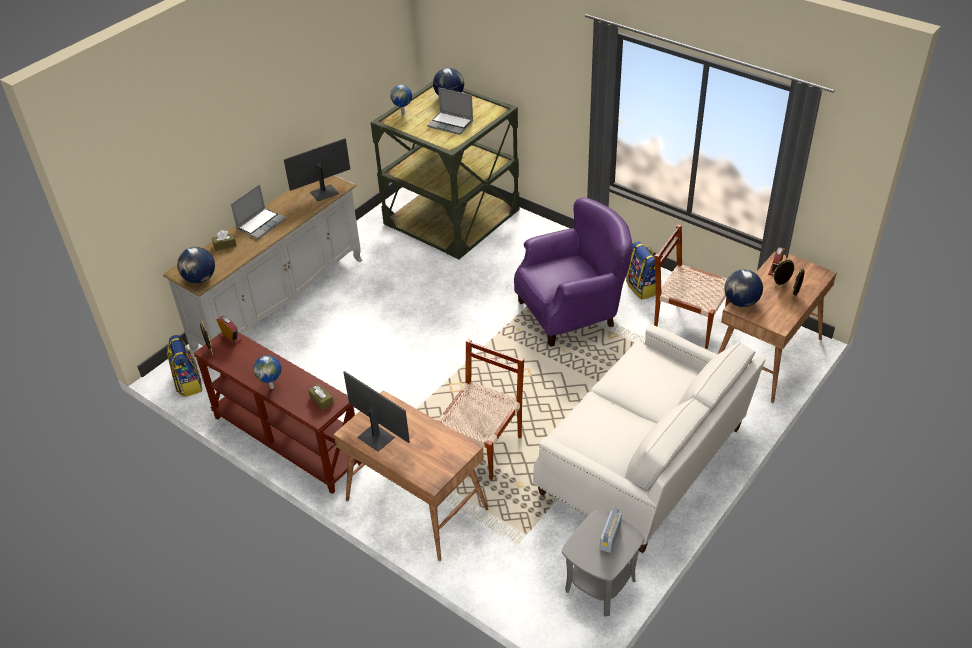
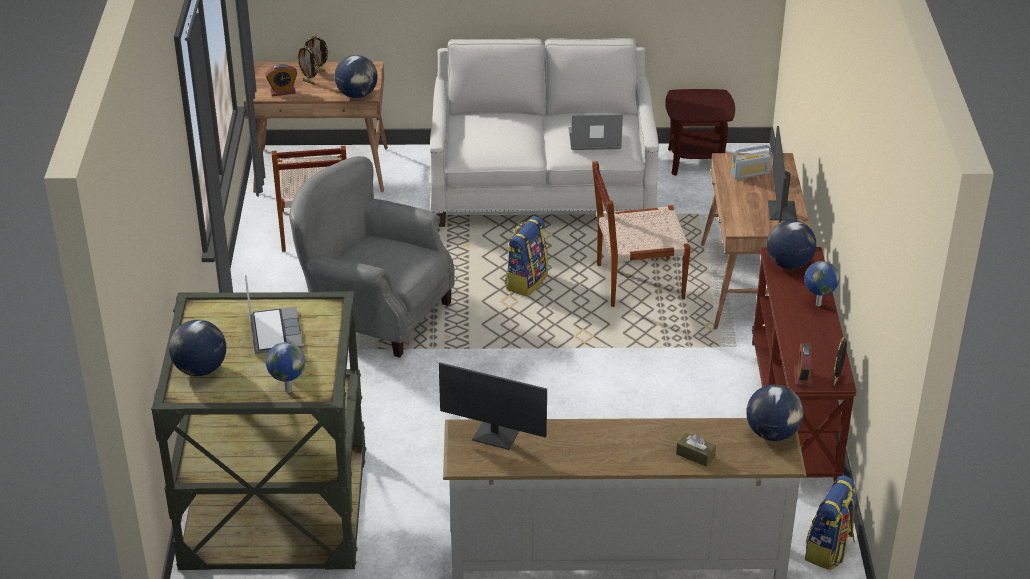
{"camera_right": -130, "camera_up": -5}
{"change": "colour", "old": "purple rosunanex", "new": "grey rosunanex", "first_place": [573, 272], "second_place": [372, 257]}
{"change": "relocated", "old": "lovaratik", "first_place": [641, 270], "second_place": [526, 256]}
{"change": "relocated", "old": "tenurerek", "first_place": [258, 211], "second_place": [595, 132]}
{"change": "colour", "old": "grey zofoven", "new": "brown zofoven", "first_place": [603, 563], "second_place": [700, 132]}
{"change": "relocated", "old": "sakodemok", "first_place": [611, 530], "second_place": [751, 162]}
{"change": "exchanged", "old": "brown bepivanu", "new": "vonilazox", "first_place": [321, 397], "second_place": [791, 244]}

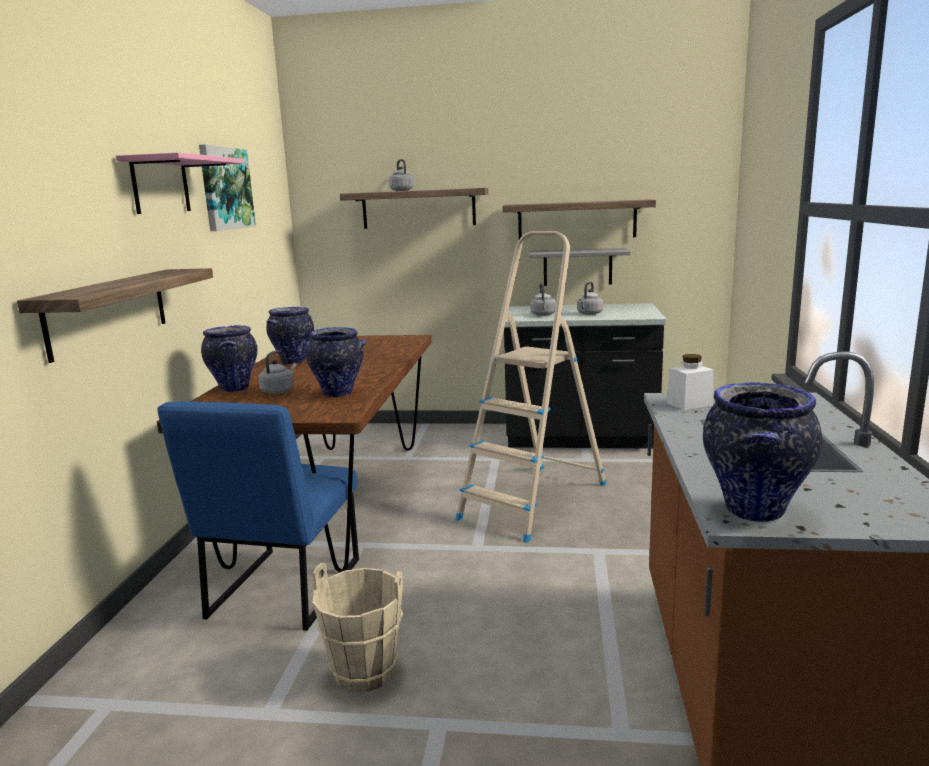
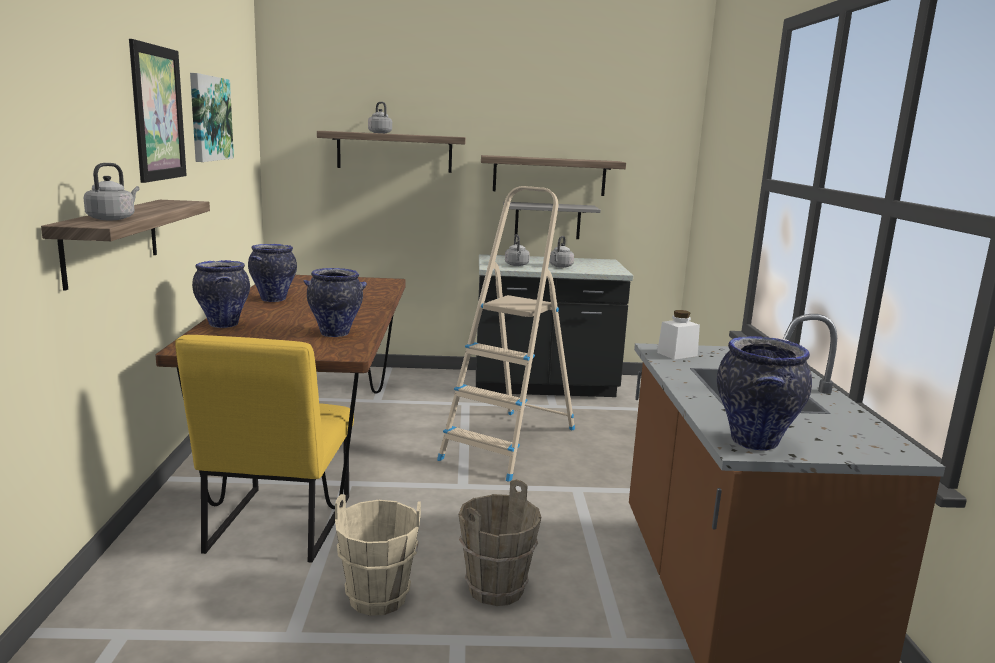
{"camera_right": -10, "camera_up": 0}
{"change": "relocated", "old": "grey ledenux", "first_place": [277, 372], "second_place": [112, 191]}
{"change": "exchanged", "old": "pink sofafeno", "new": "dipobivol", "first_place": [180, 183], "second_place": [158, 111]}
{"change": "colour", "old": "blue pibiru", "new": "yellow pibiru", "first_place": [258, 516], "second_place": [264, 449]}
{"change": "appeared", "new": "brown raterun", "second_place": [500, 543]}

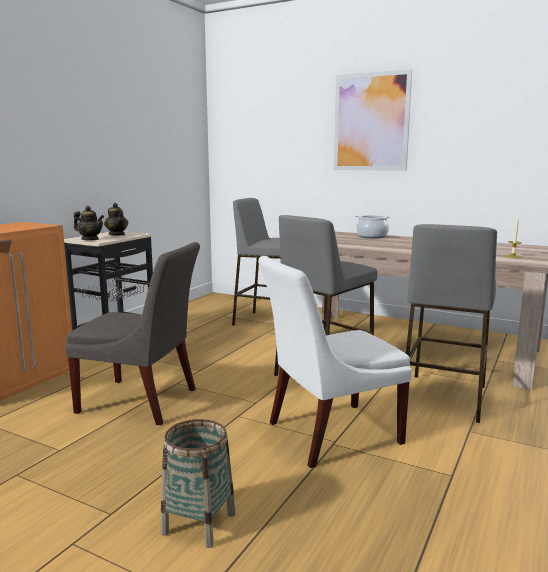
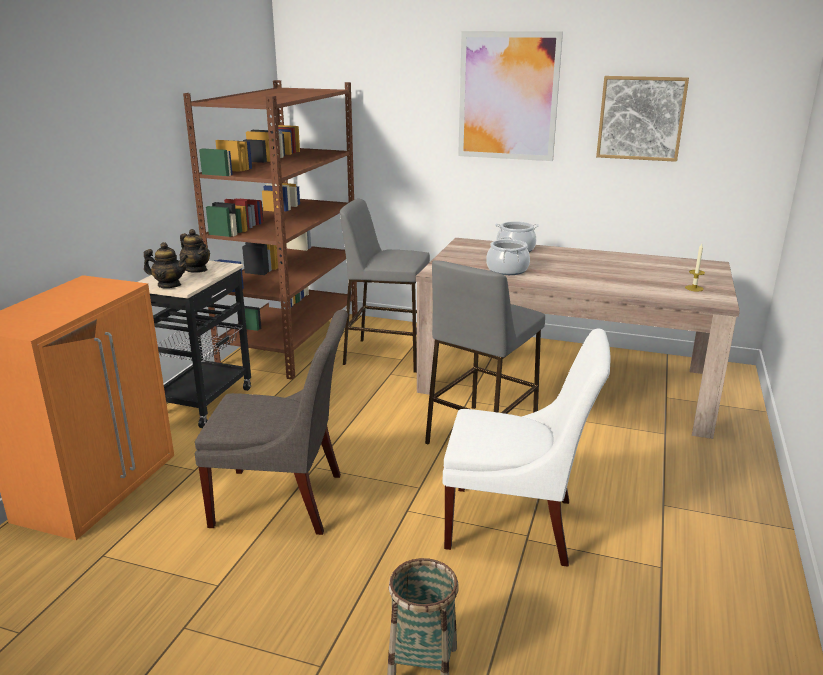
{"camera_right": -10, "camera_up": 10}
{"change": "appeared", "new": "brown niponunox", "second_place": [270, 230]}
{"change": "spun", "old": "white pibiru", "first_place": [335, 362], "second_place": [527, 447], "degrees": -135}
{"change": "appeared", "new": "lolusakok", "second_place": [508, 256]}
{"change": "appeared", "new": "dipobivol", "second_place": [642, 119]}
{"change": "missing", "old": "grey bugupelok", "first_place": [451, 323]}

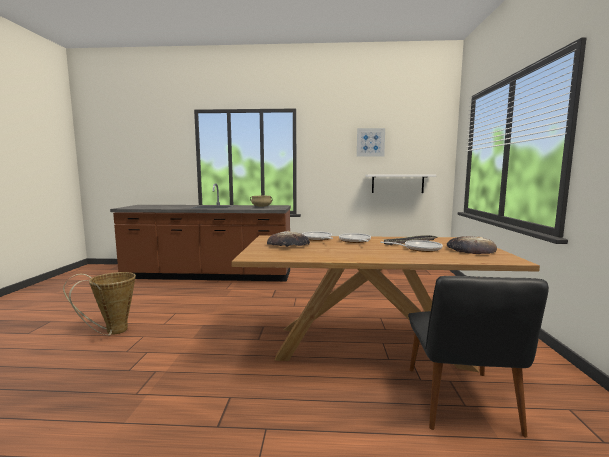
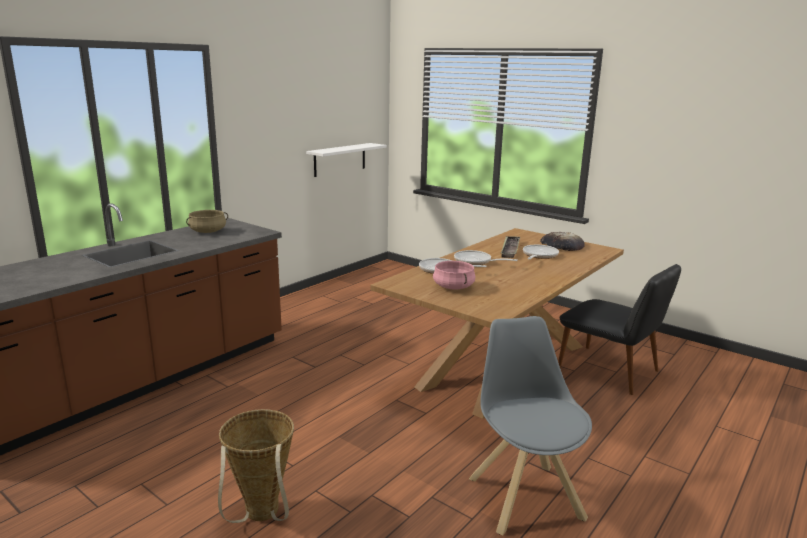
{"camera_right": -55, "camera_up": 10}
{"change": "exchanged", "old": "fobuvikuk", "new": "pink lolusakok", "first_place": [288, 239], "second_place": [454, 275]}
{"change": "appeared", "new": "grey pibiru", "second_place": [530, 426]}
{"change": "missing", "old": "dipobivol", "first_place": [371, 142]}

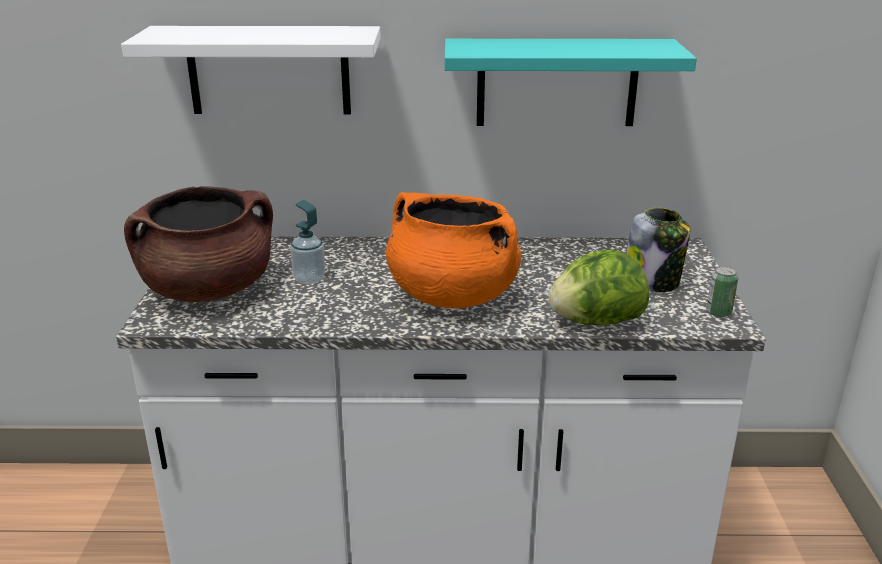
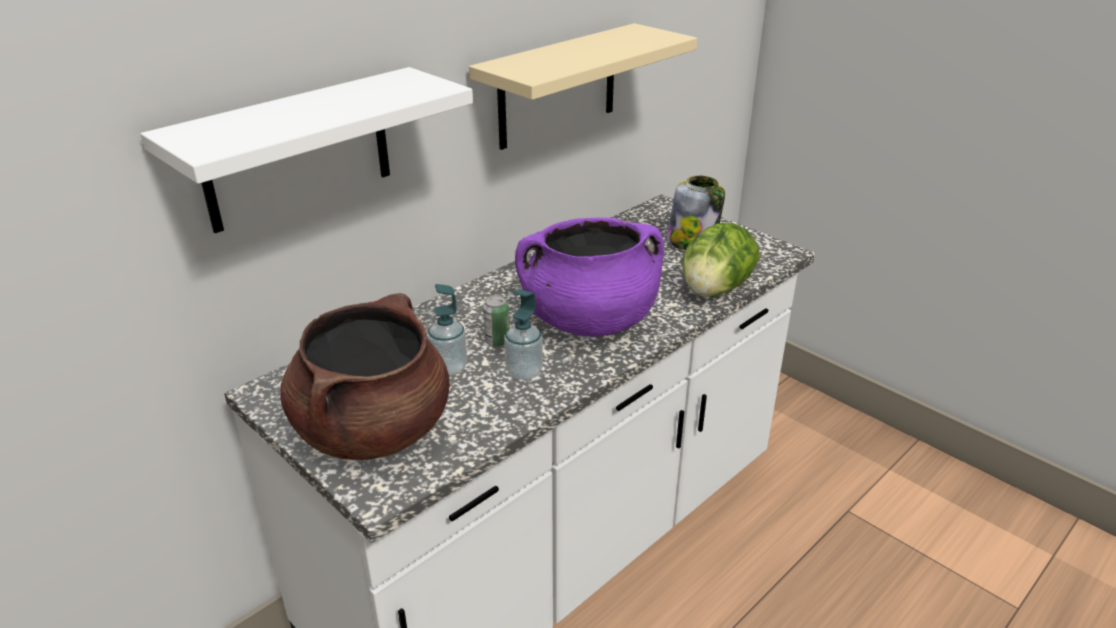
{"camera_right": -45, "camera_up": 5}
{"change": "colour", "old": "turquoise sofafeno", "new": "beige sofafeno", "first_place": [571, 82], "second_place": [583, 86]}
{"change": "relocated", "old": "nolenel", "first_place": [722, 291], "second_place": [496, 321]}
{"change": "appeared", "new": "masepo", "second_place": [523, 334]}
{"change": "colour", "old": "orange lolusakok", "new": "purple lolusakok", "first_place": [453, 250], "second_place": [589, 277]}

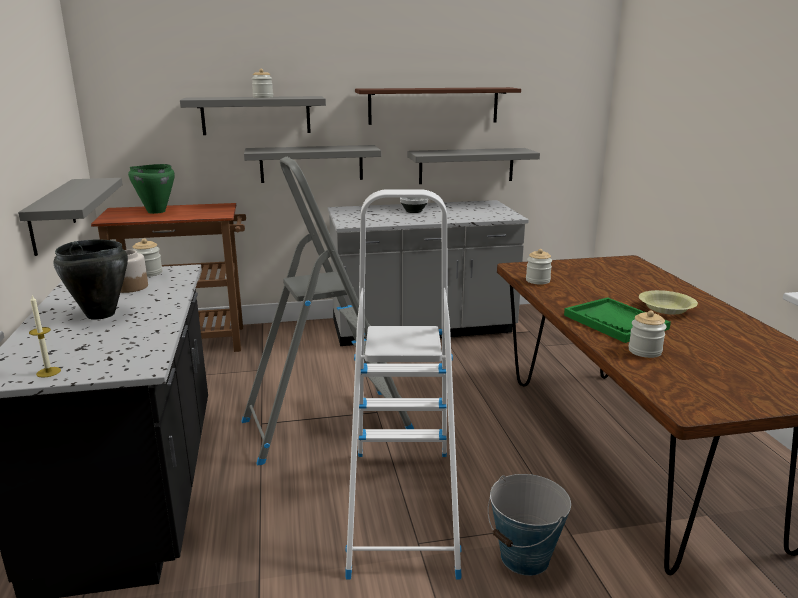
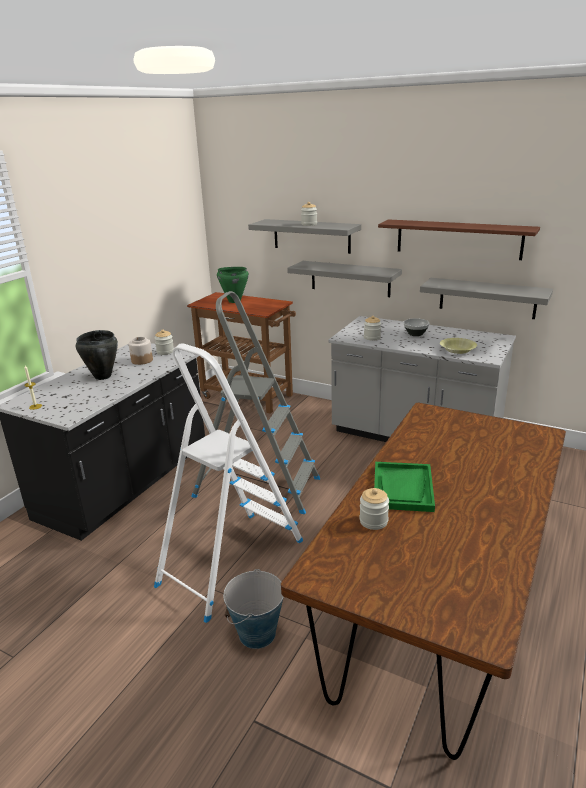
{"camera_right": 40, "camera_up": 5}
{"change": "relocated", "old": "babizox", "first_place": [539, 266], "second_place": [372, 328]}
{"change": "relocated", "old": "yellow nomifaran", "first_place": [668, 302], "second_place": [458, 346]}
{"change": "missing", "old": "grey sofafeno", "first_place": [70, 217]}

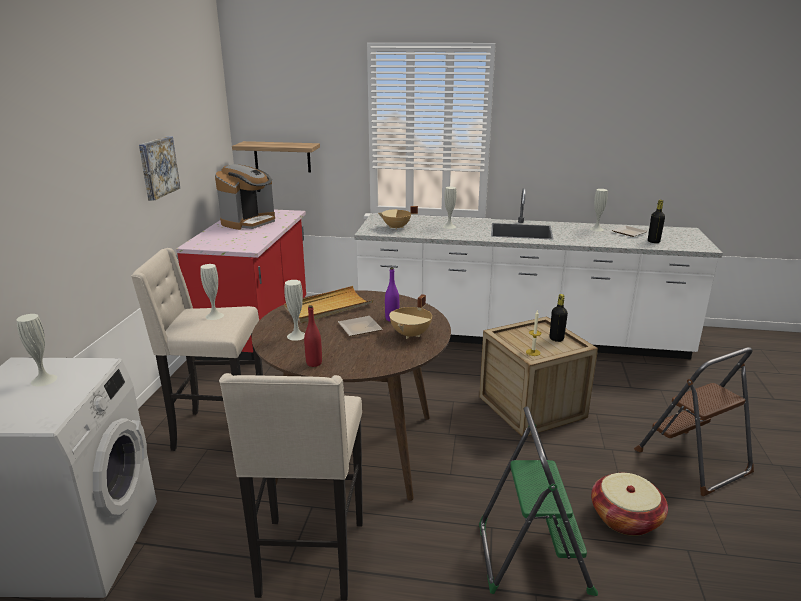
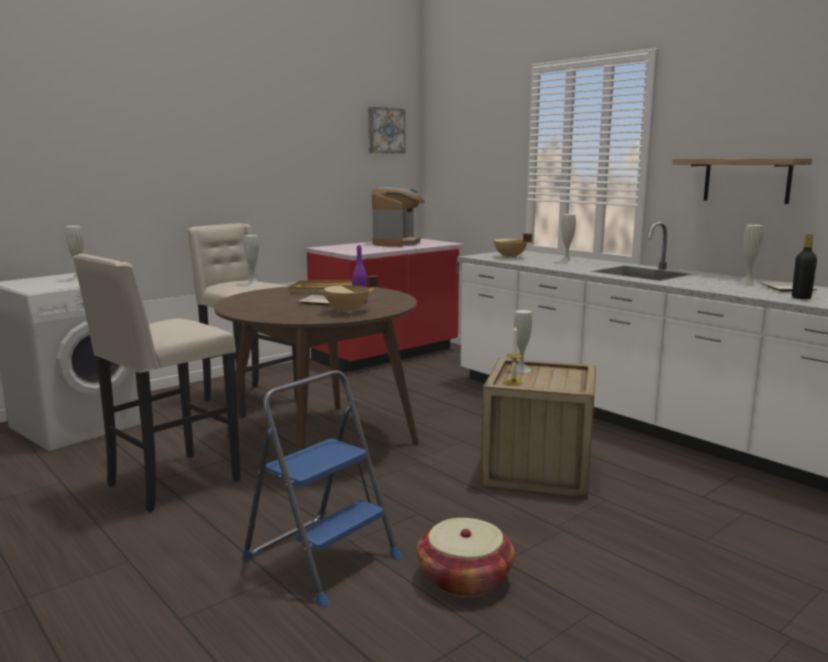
{"camera_right": 40, "camera_up": -10}
{"change": "colour", "old": "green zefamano", "new": "blue zefamano", "first_place": [538, 501], "second_place": [322, 488]}
{"change": "relocated", "old": "dipobivol", "first_place": [159, 168], "second_place": [387, 130]}
{"change": "spun", "old": "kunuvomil", "first_place": [245, 197], "second_place": [398, 217], "degrees": -60}
{"change": "relocated", "old": "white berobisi", "first_place": [294, 310], "second_place": [521, 341]}
{"change": "relocated", "old": "sofafeno", "first_place": [276, 157], "second_place": [742, 181]}
{"change": "missing", "old": "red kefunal", "first_place": [313, 336]}
{"change": "missing", "old": "black kefunal", "first_place": [559, 318]}
{"change": "missing", "old": "brown zefamano", "first_place": [694, 421]}

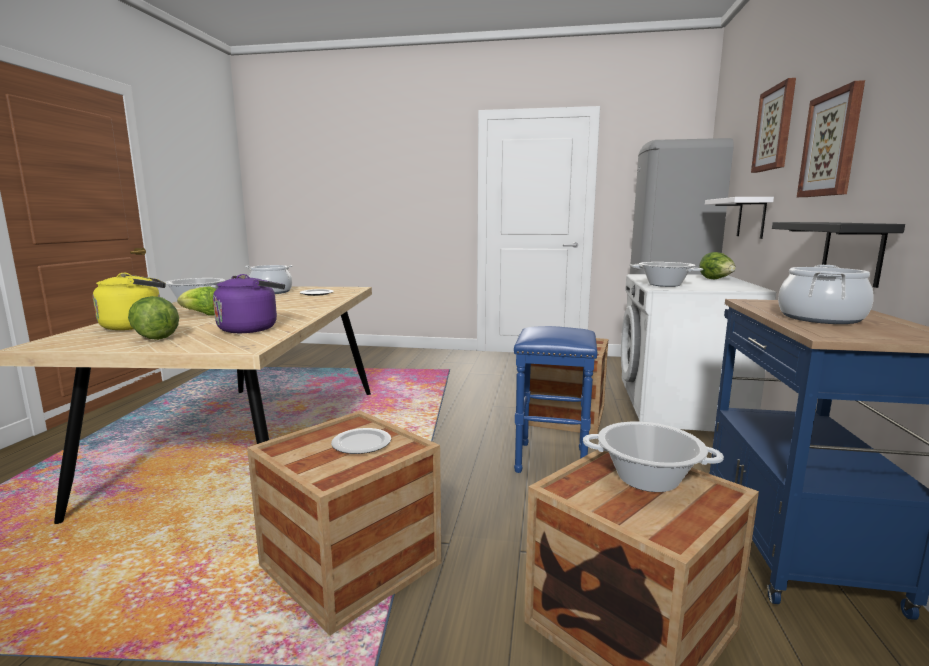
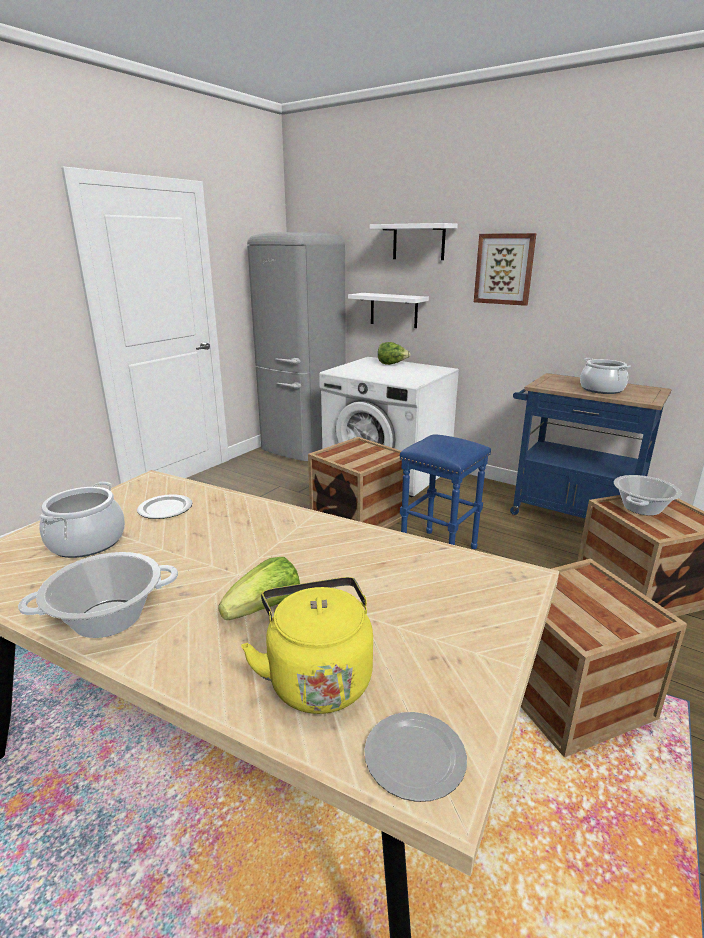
{"camera_right": -65, "camera_up": 10}
{"change": "relocated", "old": "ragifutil", "first_place": [361, 441], "second_place": [415, 757]}
{"change": "exchanged", "old": "dipobivol", "new": "white sofafeno", "first_place": [773, 125], "second_place": [414, 241]}
{"change": "missing", "old": "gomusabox", "first_place": [153, 318]}
{"change": "missing", "old": "purple ledenux", "first_place": [249, 303]}
{"change": "missing", "old": "lolusakok", "first_place": [667, 274]}
{"change": "missing", "old": "black sofafeno", "first_place": [838, 255]}

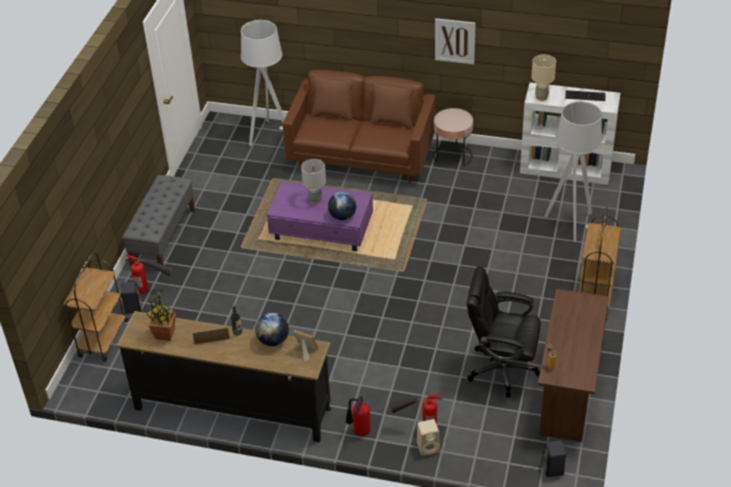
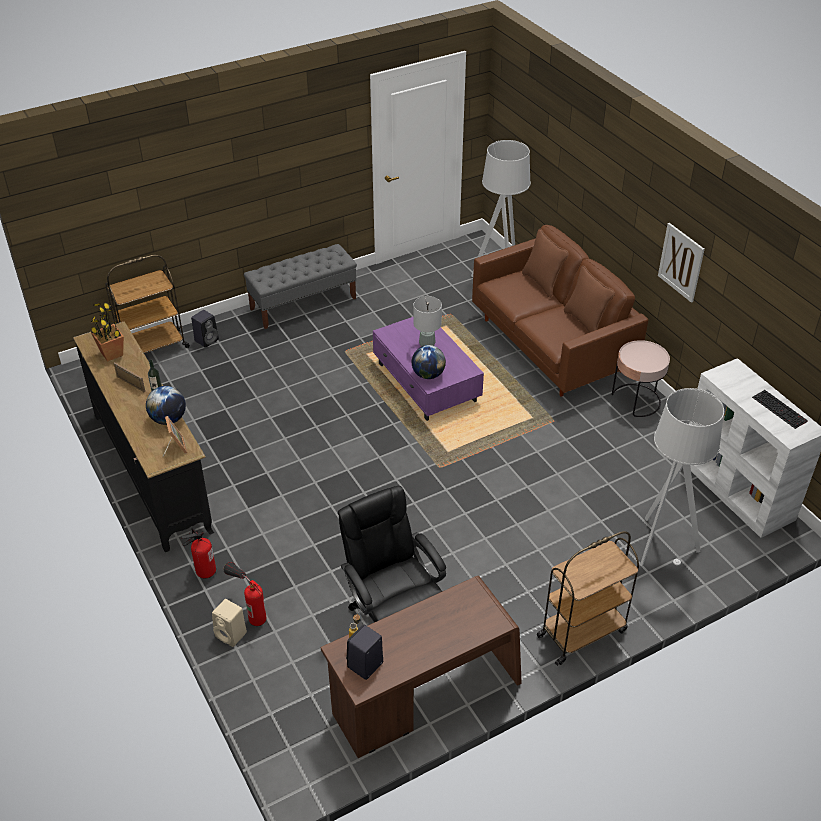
{"camera_right": 45, "camera_up": 0}
{"change": "relocated", "old": "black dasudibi", "first_place": [554, 458], "second_place": [364, 652]}
{"change": "missing", "old": "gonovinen", "first_place": [149, 274]}
{"change": "missing", "old": "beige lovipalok", "first_place": [543, 77]}

